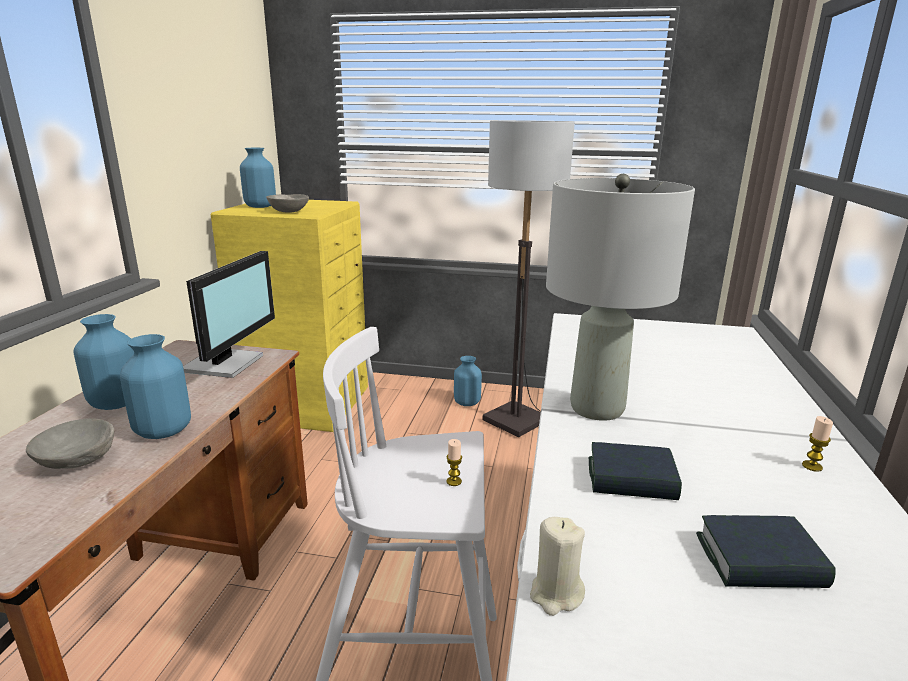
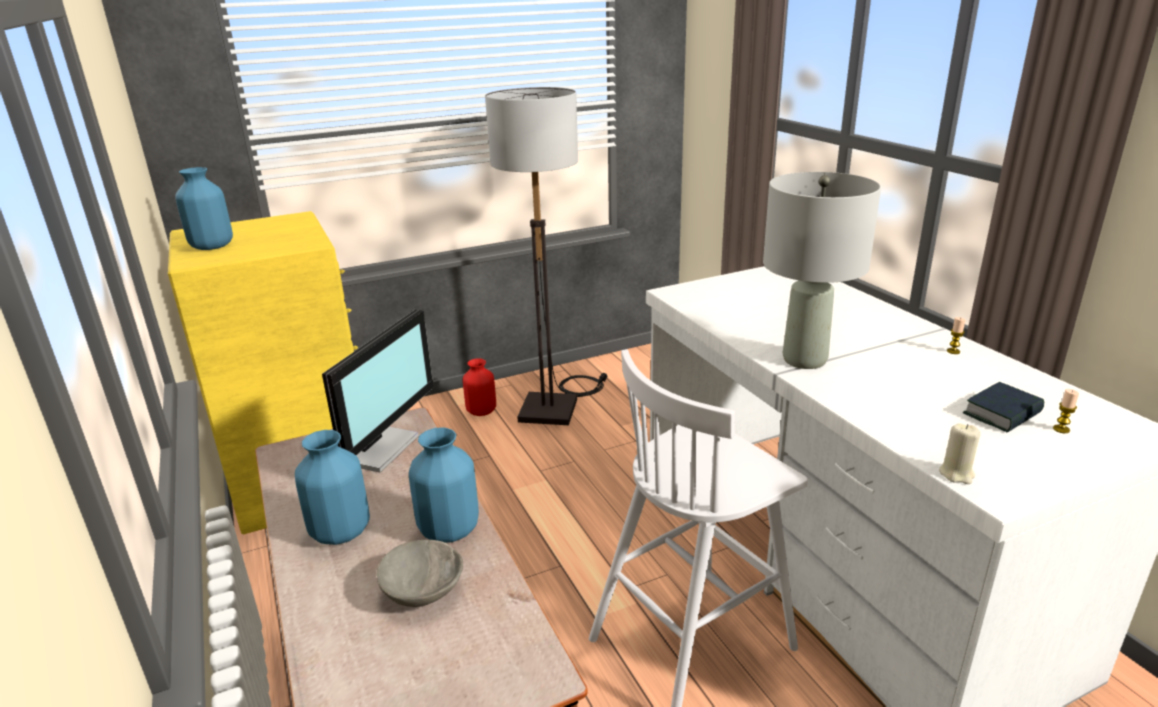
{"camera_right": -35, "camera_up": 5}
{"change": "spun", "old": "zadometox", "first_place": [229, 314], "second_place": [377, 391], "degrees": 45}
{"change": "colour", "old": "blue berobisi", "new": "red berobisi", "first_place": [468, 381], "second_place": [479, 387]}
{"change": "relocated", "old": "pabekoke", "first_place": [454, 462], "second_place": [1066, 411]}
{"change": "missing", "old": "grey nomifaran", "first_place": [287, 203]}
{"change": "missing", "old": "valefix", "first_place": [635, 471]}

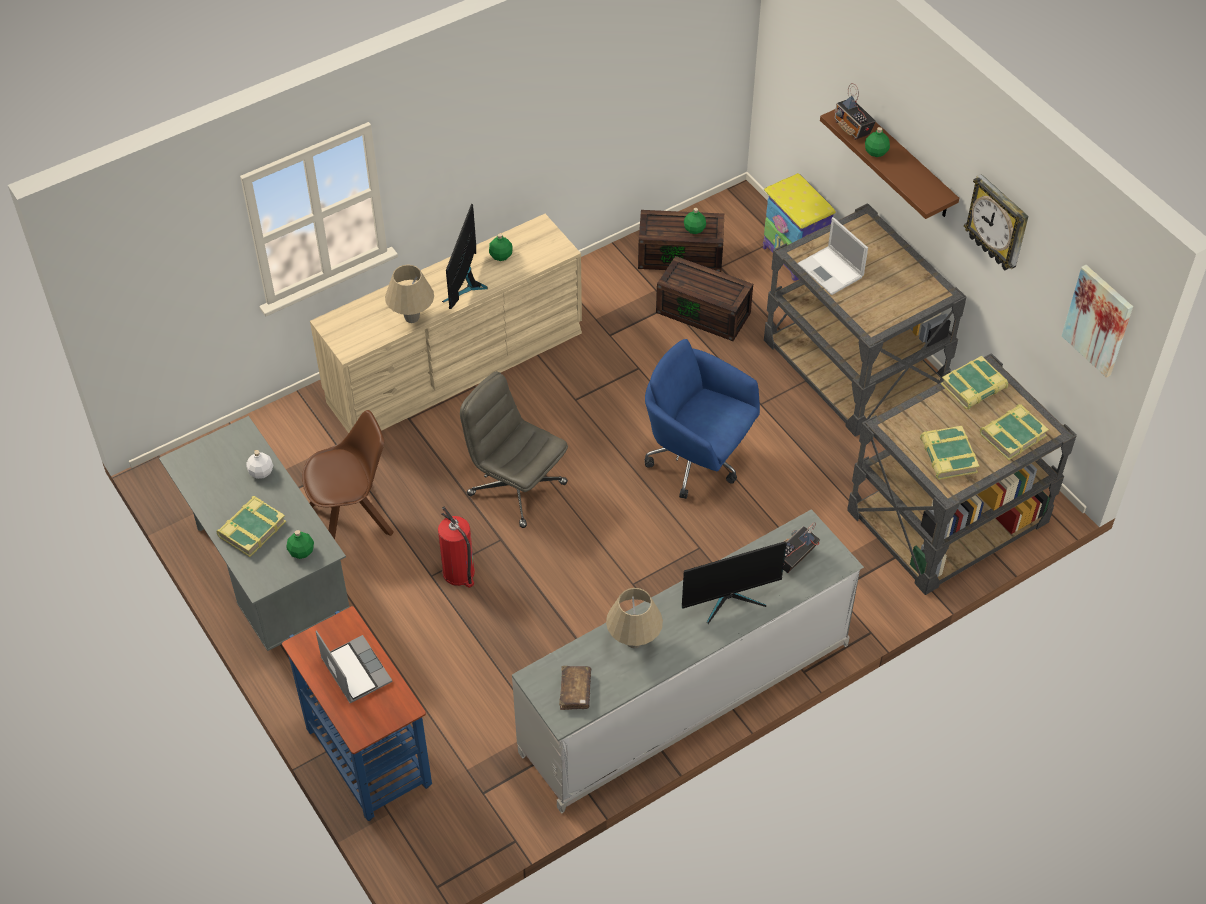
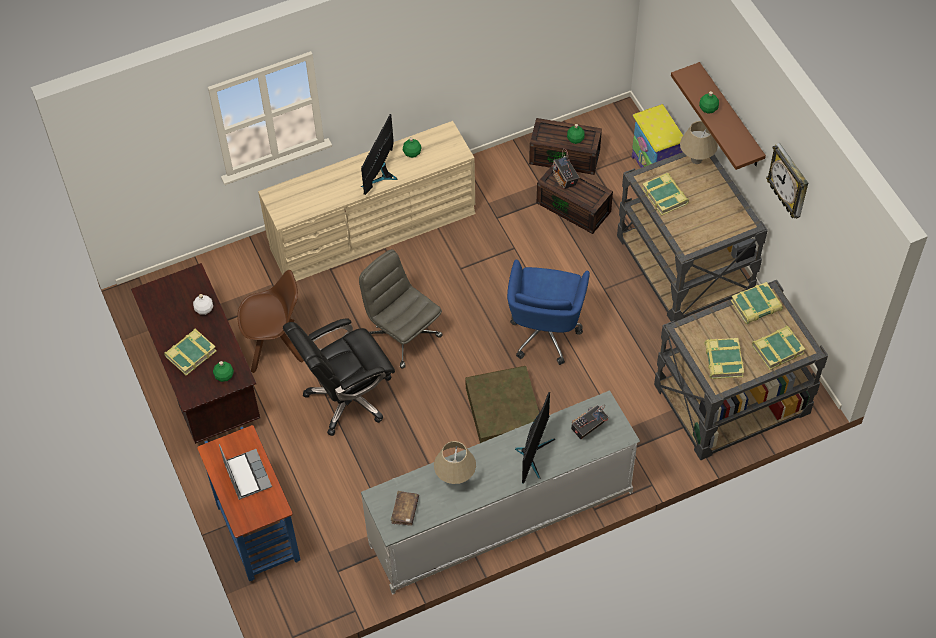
{"camera_right": 10, "camera_up": 5}
{"change": "colour", "old": "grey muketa", "new": "brown muketa", "first_place": [254, 533], "second_place": [195, 353]}
{"change": "exchanged", "old": "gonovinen", "new": "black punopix", "first_place": [456, 547], "second_place": [339, 377]}
{"change": "appeared", "new": "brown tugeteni", "second_place": [502, 404]}
{"change": "spun", "old": "blue punopix", "first_place": [702, 419], "second_place": [548, 312], "degrees": -120}
{"change": "spun", "old": "zadometox", "first_place": [734, 582], "second_place": [535, 438], "degrees": -60}
{"change": "relocated", "old": "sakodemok", "first_place": [855, 111], "second_place": [566, 168]}
{"change": "exchanged", "old": "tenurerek", "new": "valefix", "first_place": [833, 256], "second_place": [665, 194]}
{"change": "relocated", "old": "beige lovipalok", "first_place": [409, 294], "second_place": [699, 142]}
{"change": "missing", "old": "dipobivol", "first_place": [1097, 321]}

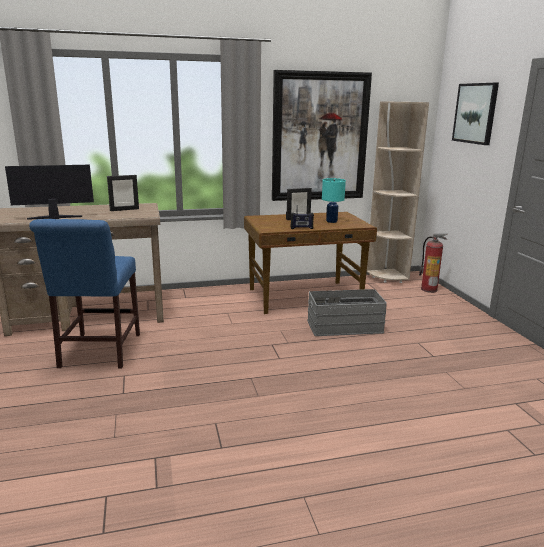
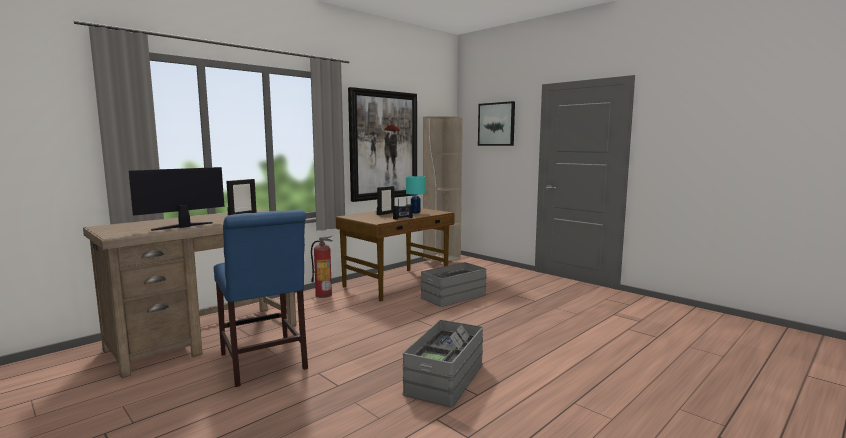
{"camera_right": -30, "camera_up": -10}
{"change": "relocated", "old": "gonovinen", "first_place": [433, 263], "second_place": [322, 267]}
{"change": "appeared", "new": "grey tugeteni", "second_place": [442, 363]}

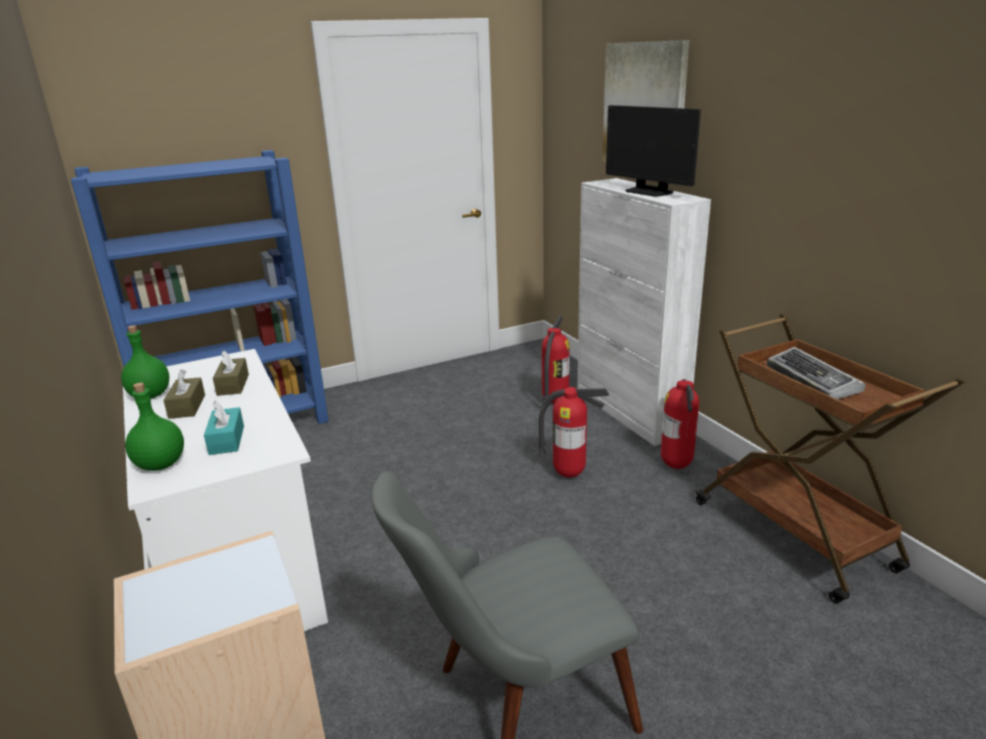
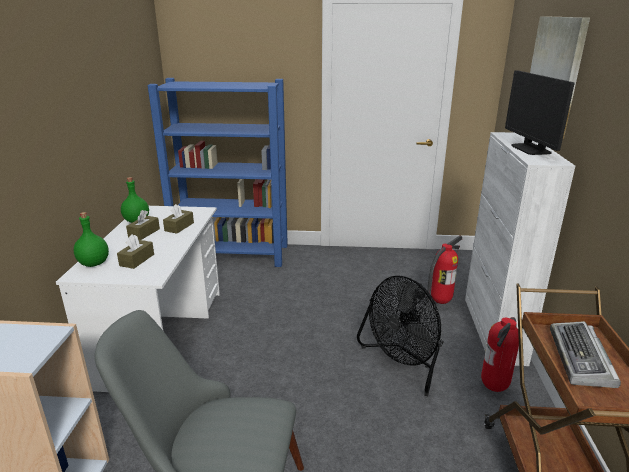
{"camera_right": 30, "camera_up": 0}
{"change": "colour", "old": "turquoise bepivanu", "new": "brown bepivanu", "first_place": [224, 428], "second_place": [135, 251]}
{"change": "exchanged", "old": "gonovinen", "new": "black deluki", "first_place": [574, 432], "second_place": [400, 336]}

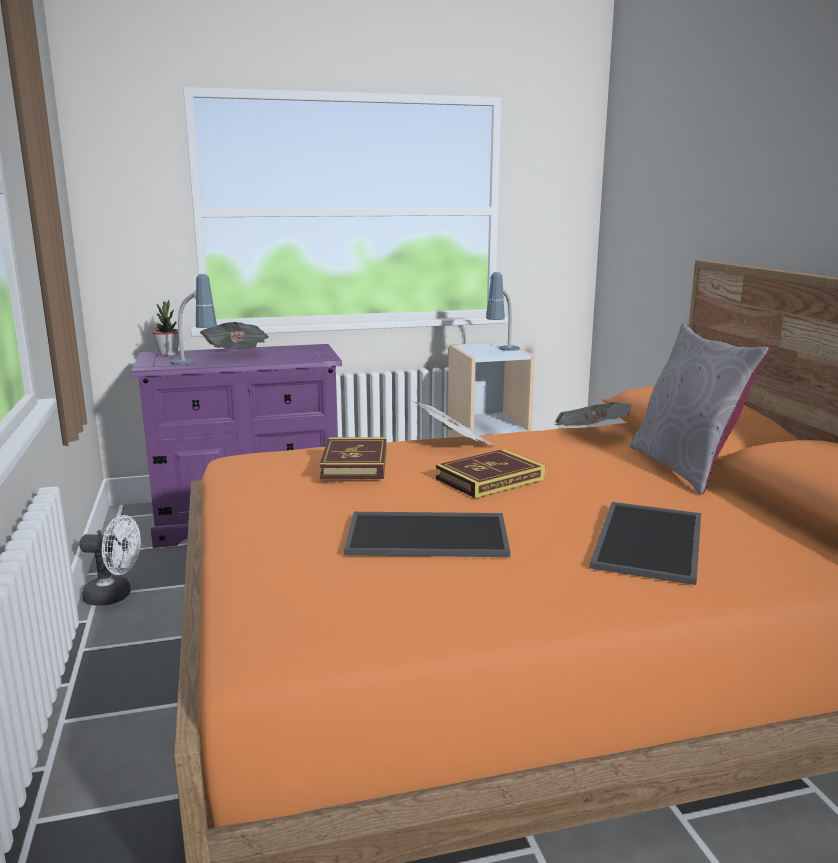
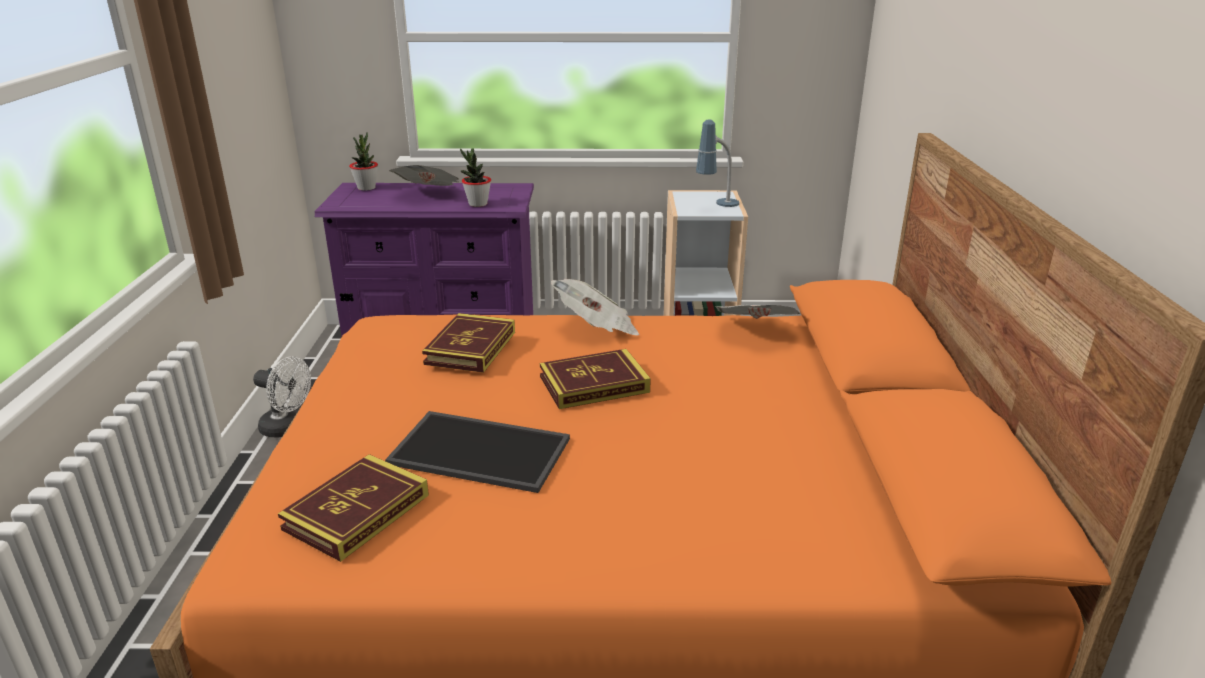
{"camera_right": 15, "camera_up": 10}
{"change": "appeared", "new": "valefix", "second_place": [353, 508]}
{"change": "appeared", "new": "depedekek", "second_place": [475, 177]}
{"change": "missing", "old": "lovipalok", "first_place": [194, 319]}
{"change": "missing", "old": "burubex", "first_place": [645, 543]}
{"change": "missing", "old": "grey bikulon", "first_place": [699, 408]}

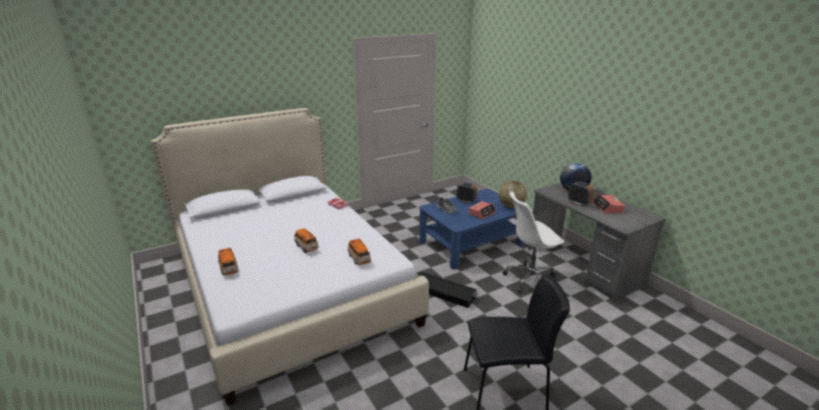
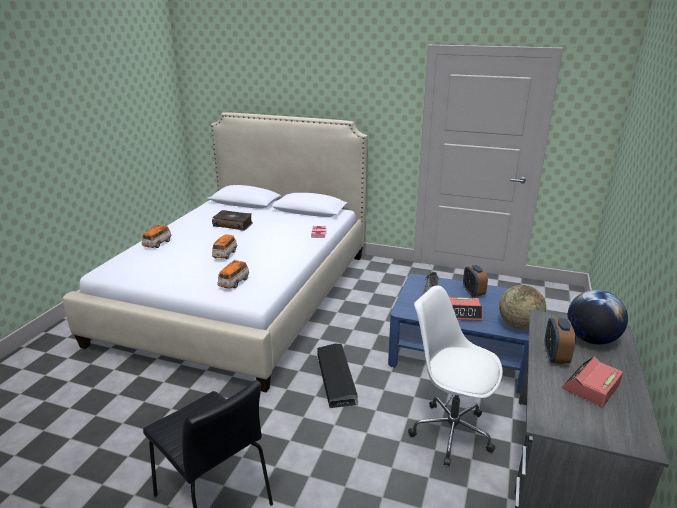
{"camera_right": 50, "camera_up": 0}
{"change": "appeared", "new": "valefix", "second_place": [232, 220]}

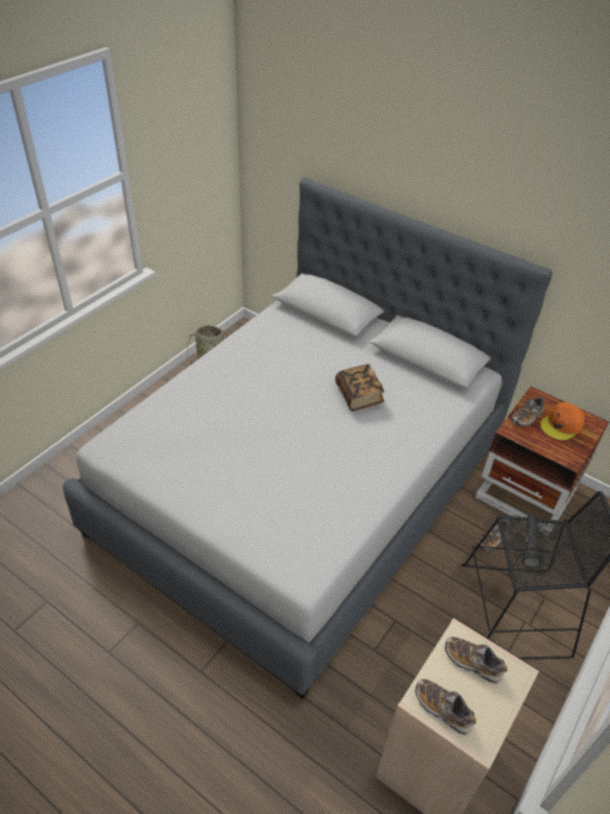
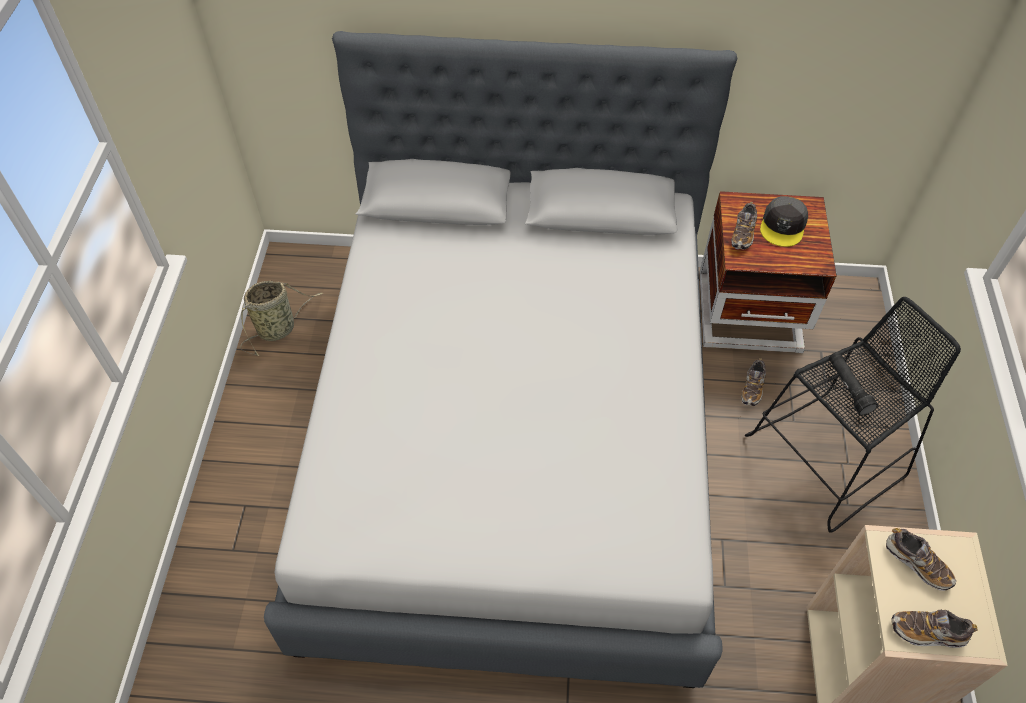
{"camera_right": -30, "camera_up": 10}
{"change": "colour", "old": "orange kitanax", "new": "grey kitanax", "first_place": [562, 421], "second_place": [784, 221]}
{"change": "spun", "old": "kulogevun", "first_place": [476, 660], "second_place": [921, 559], "degrees": -135}
{"change": "missing", "old": "valefix", "first_place": [359, 387]}

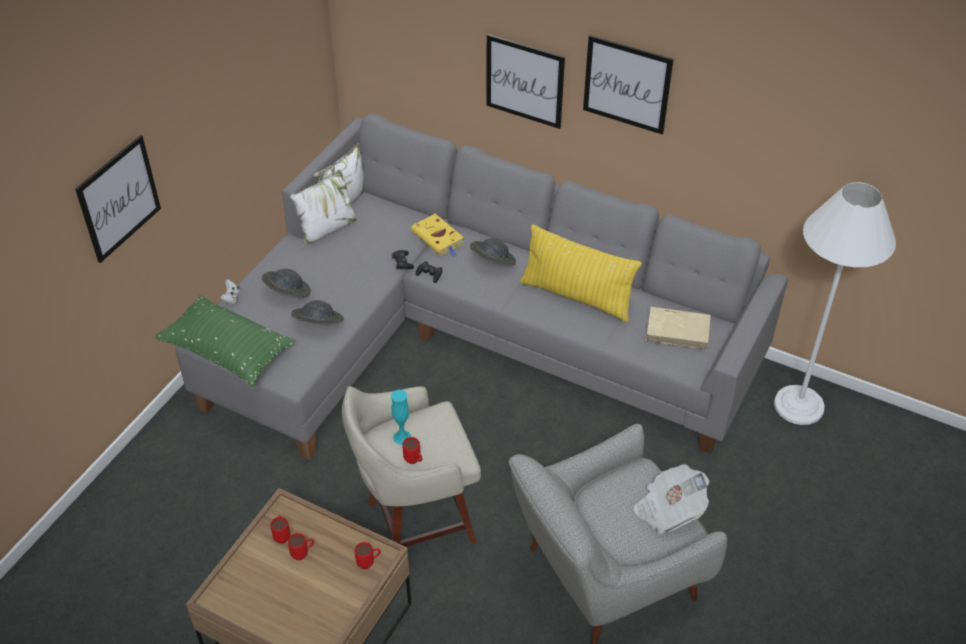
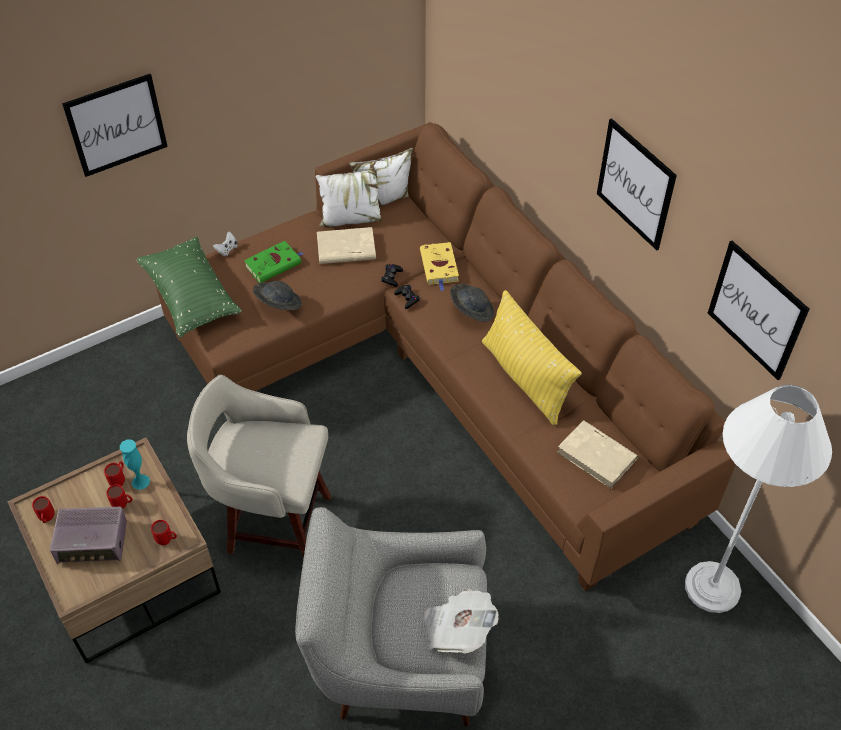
{"camera_right": 30, "camera_up": 5}
{"change": "relocated", "old": "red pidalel", "first_place": [412, 450], "second_place": [43, 509]}
{"change": "appeared", "new": "sakodemok", "second_place": [88, 535]}
{"change": "relocated", "old": "turquoise berobisi", "first_place": [401, 417], "second_place": [135, 464]}
{"change": "colour", "old": "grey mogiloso", "new": "brown mogiloso", "first_place": [481, 287], "second_place": [446, 356]}
{"change": "exchanged", "old": "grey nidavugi", "new": "green valefix", "first_place": [286, 283], "second_place": [273, 262]}
{"change": "appeared", "new": "beige valefix", "second_place": [346, 245]}
{"change": "relocated", "old": "dipobivol", "first_place": [525, 81], "second_place": [758, 310]}

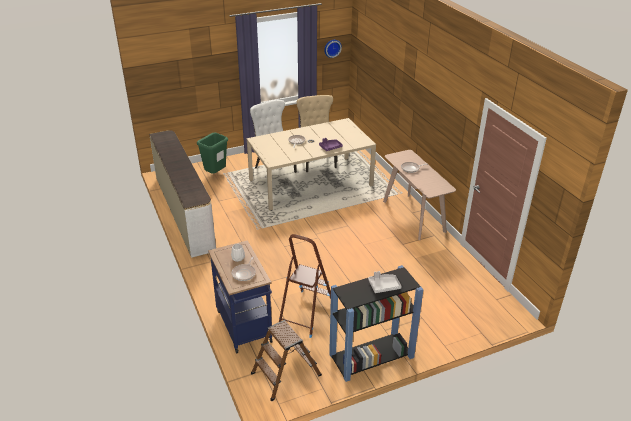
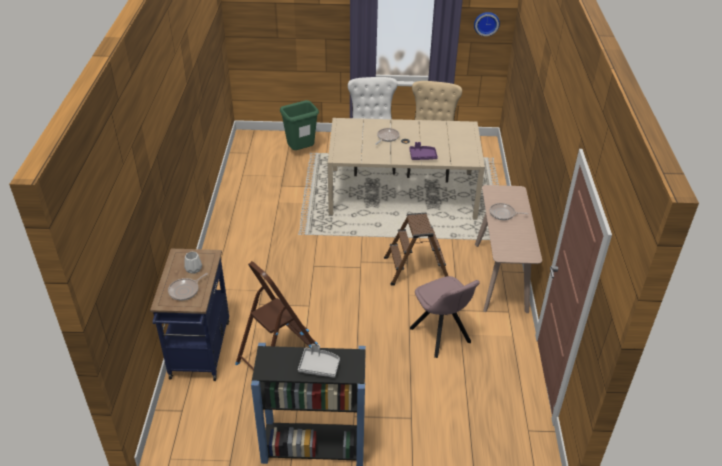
{"camera_right": 25, "camera_up": 5}
{"change": "relocated", "old": "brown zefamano", "first_place": [286, 360], "second_place": [416, 249]}
{"change": "appeared", "new": "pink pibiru", "second_place": [445, 317]}
{"change": "missing", "old": "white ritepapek", "first_place": [182, 194]}

